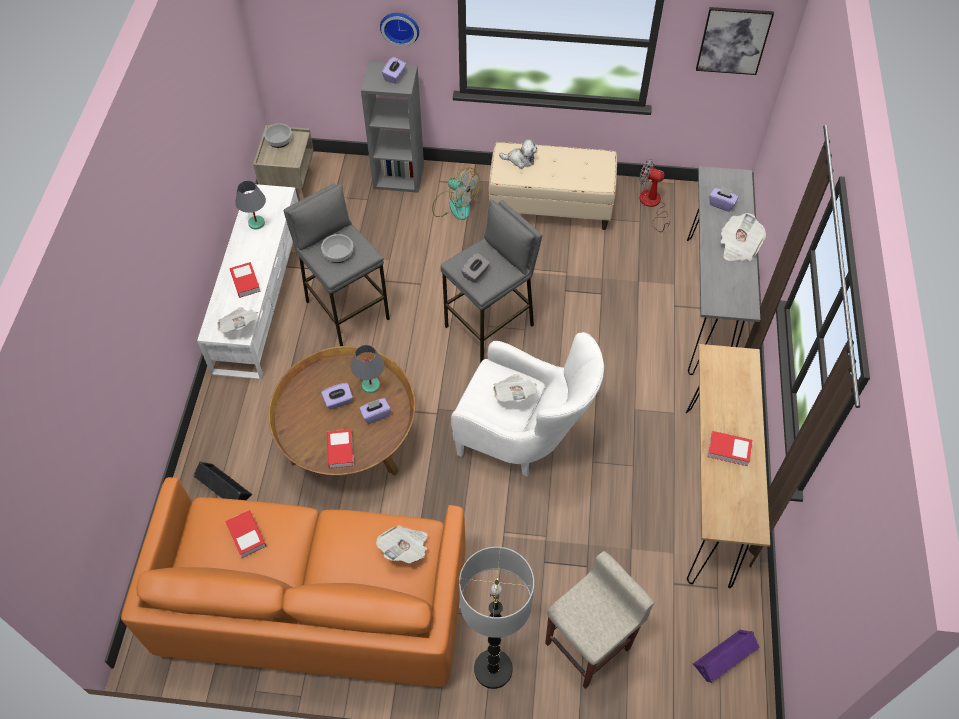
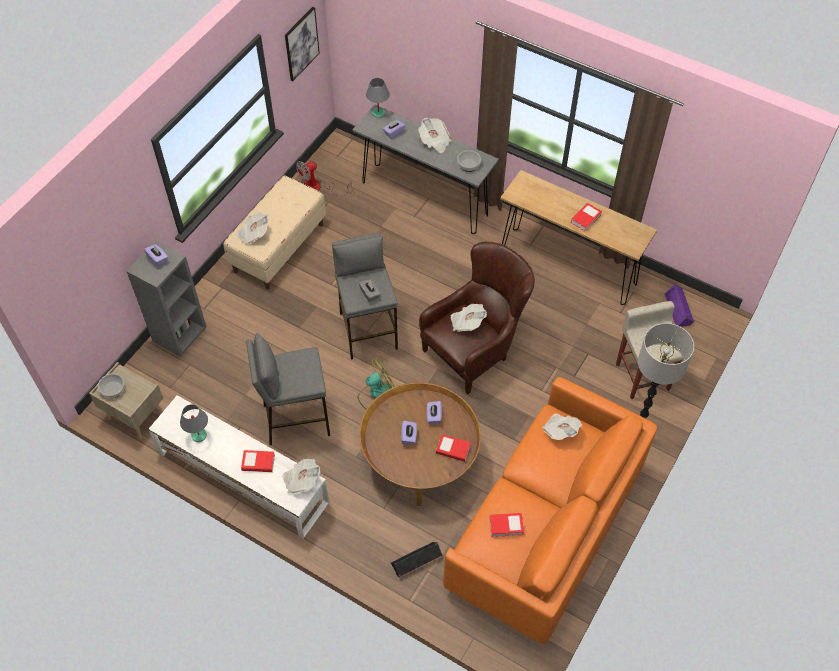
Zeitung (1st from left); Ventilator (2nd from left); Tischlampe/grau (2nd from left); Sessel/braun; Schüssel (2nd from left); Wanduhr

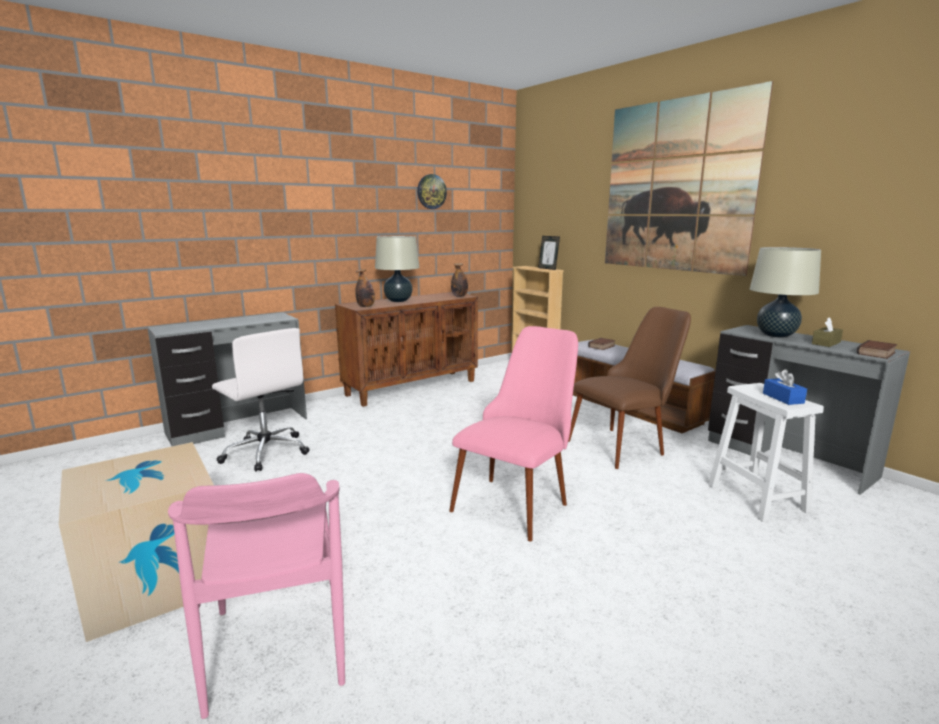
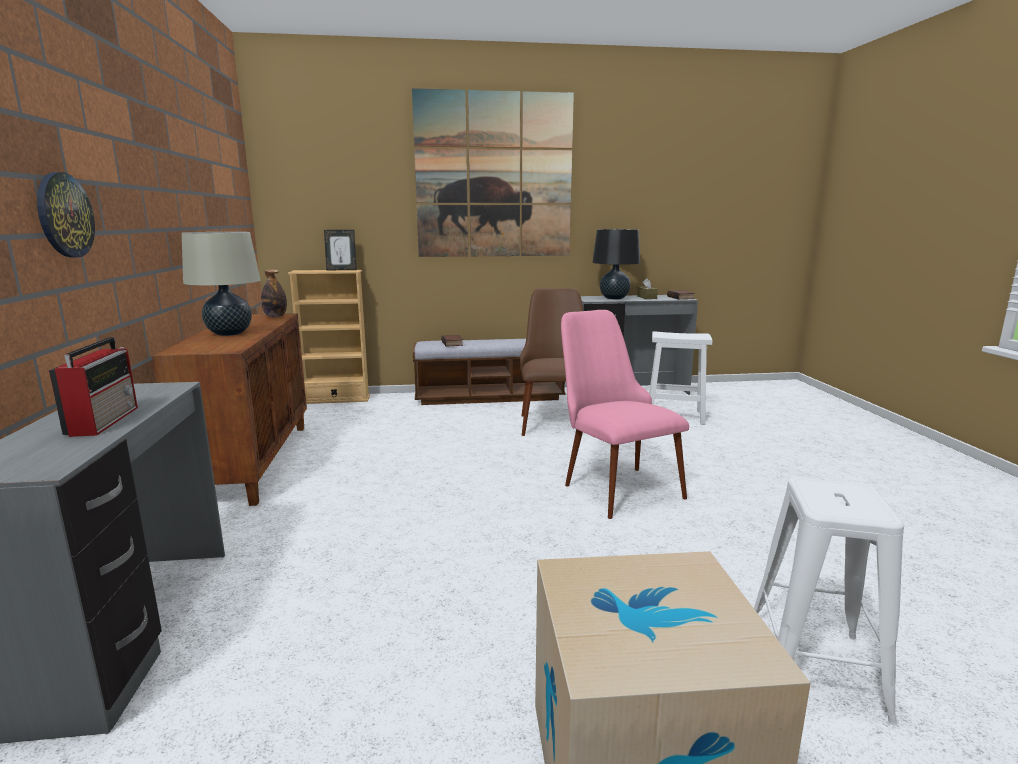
Wanduhr; Radio; Tischlampe/schwarz; Hocker/weiß (2nd from left); Bürostuhl/weiß; Flasche (1st from left in the first image); Taschentuchbox/blau

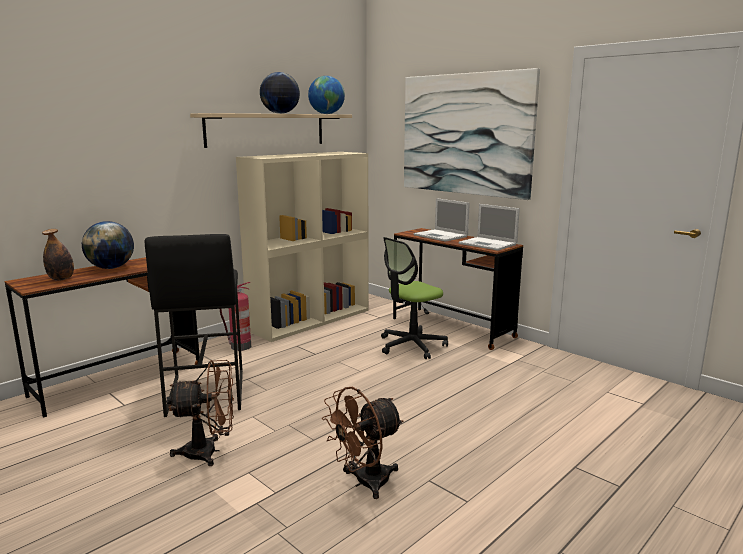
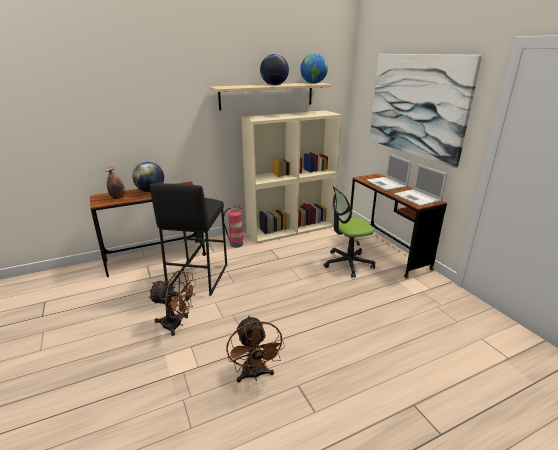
Ventilator/braun (2nd from left)

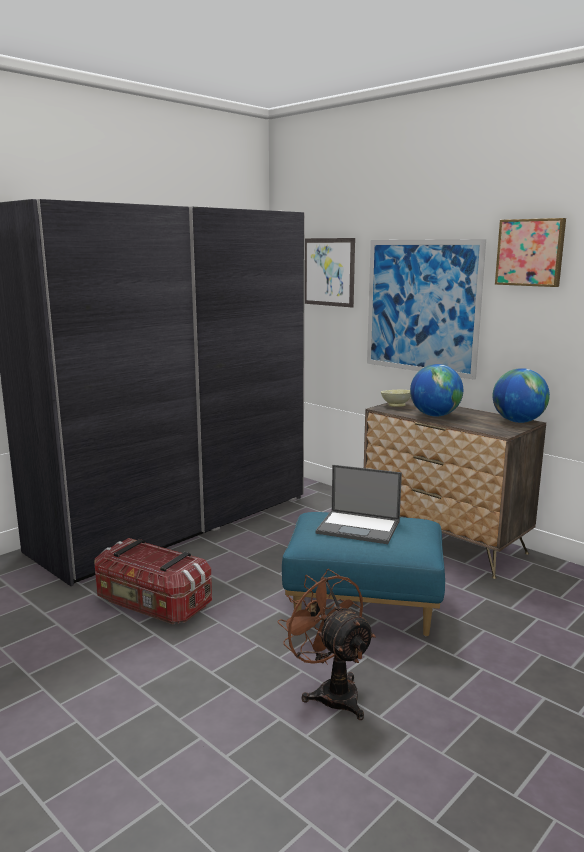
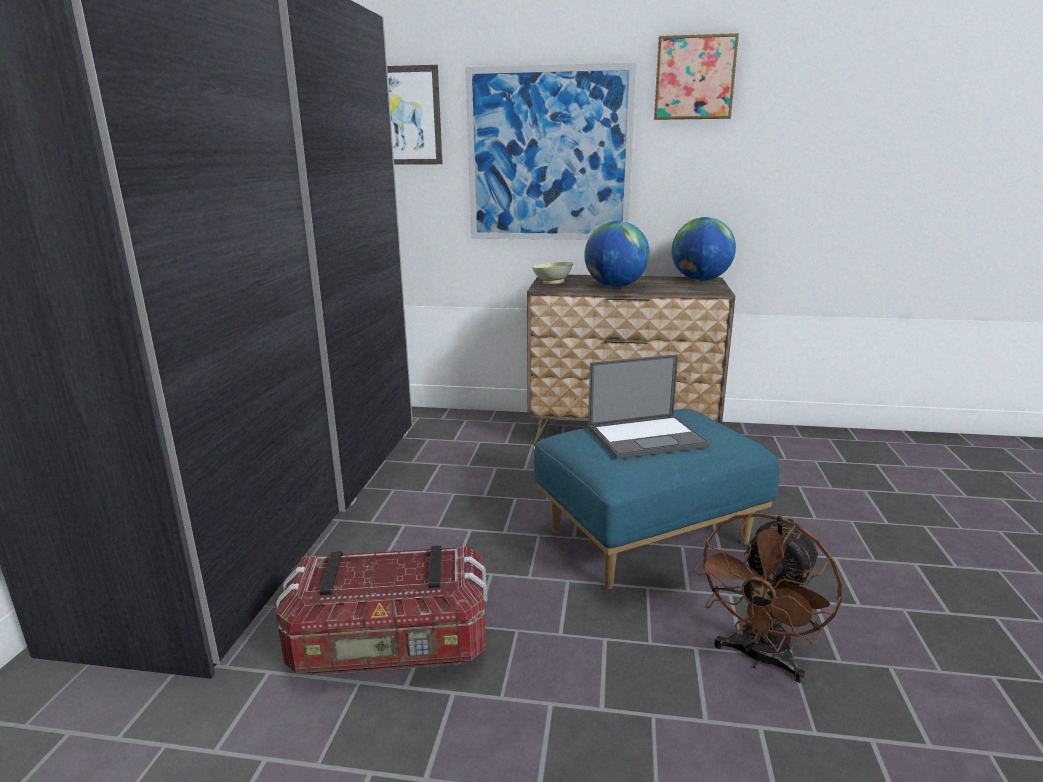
Ventilator/braun

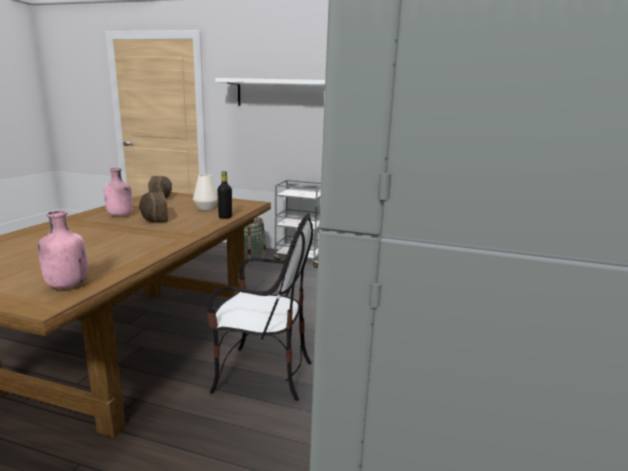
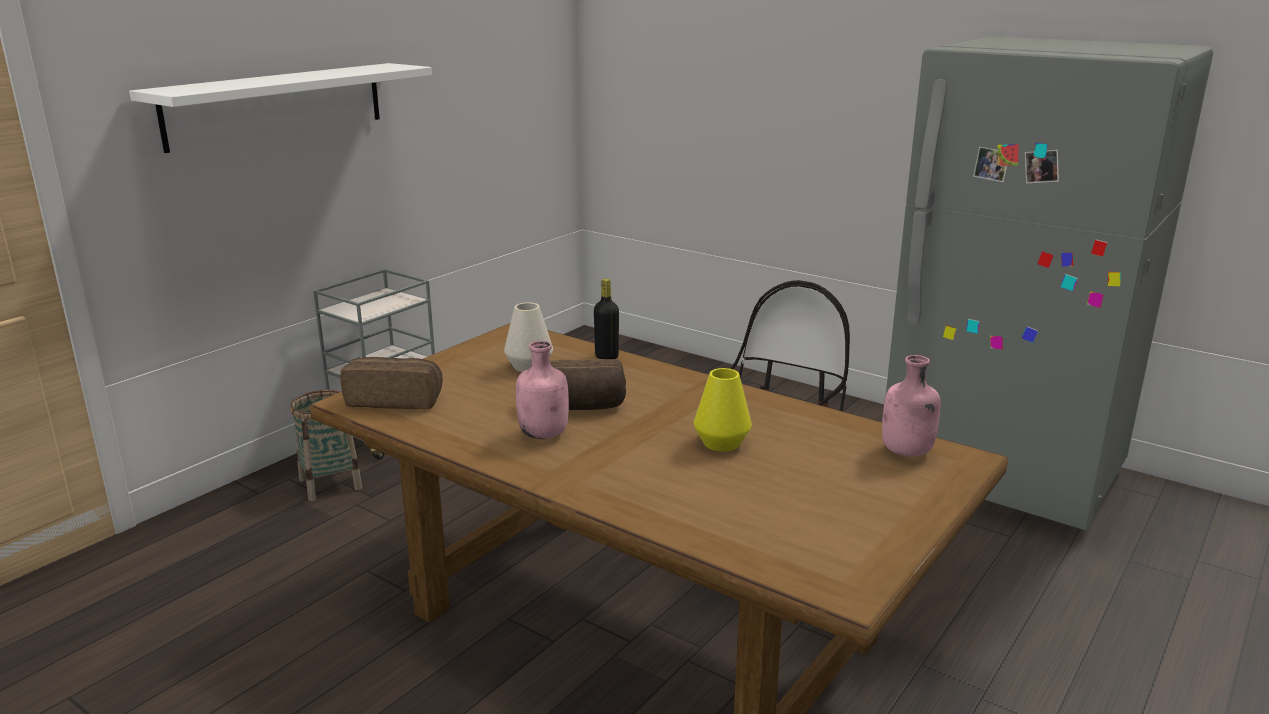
Vase/gelb

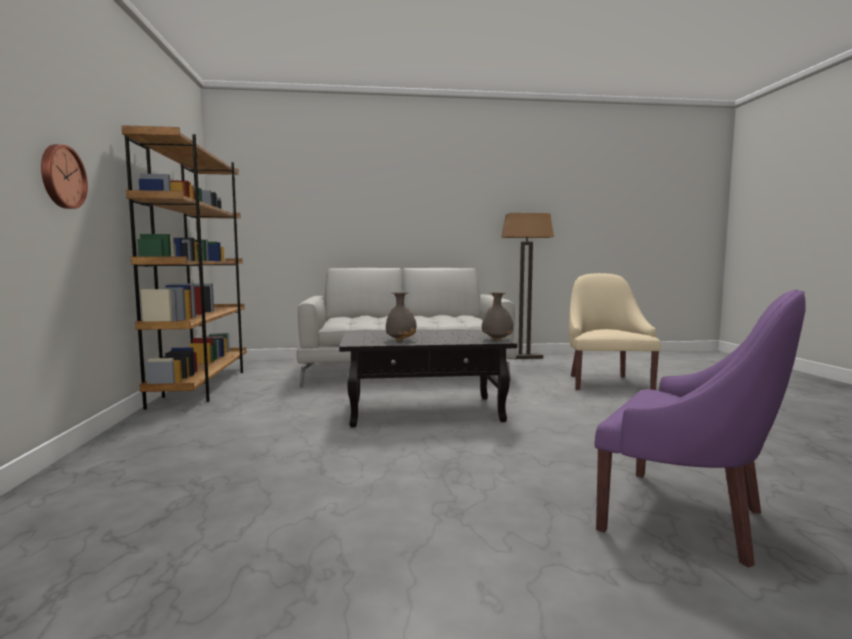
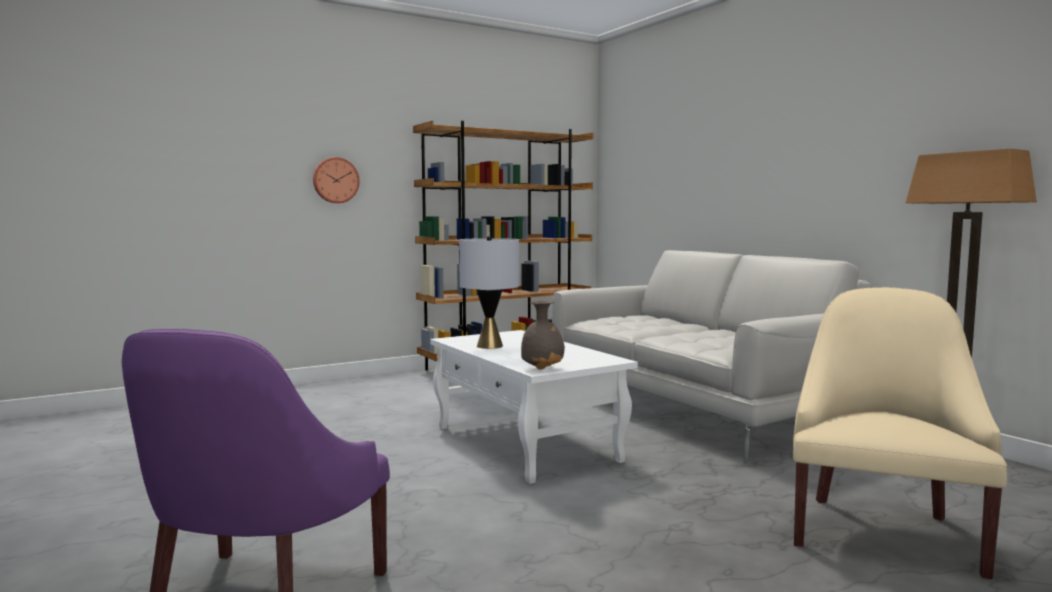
Couchtisch/weiß; Tischlampe/grau; Sessel/beige

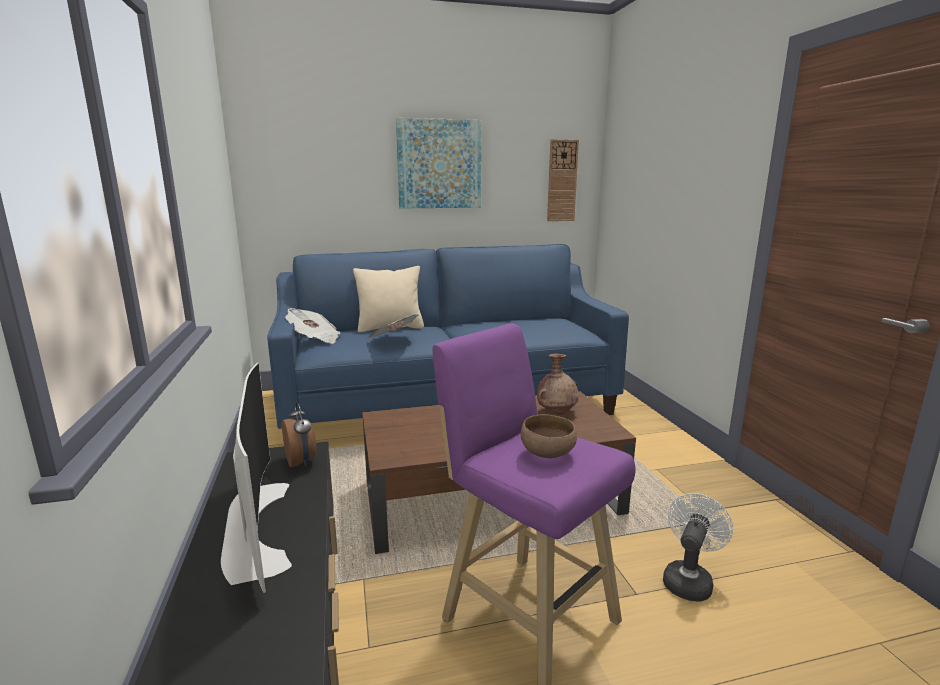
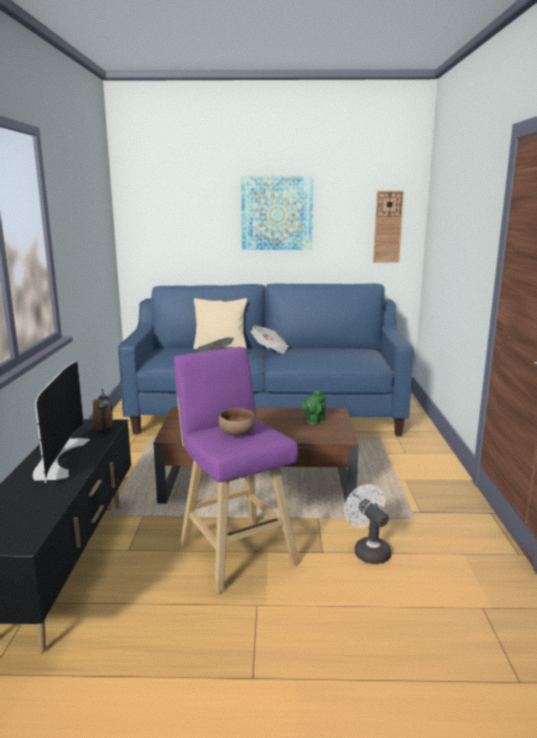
Zeitung (2nd from left); Teekanne/grün; Ventilator/weiß

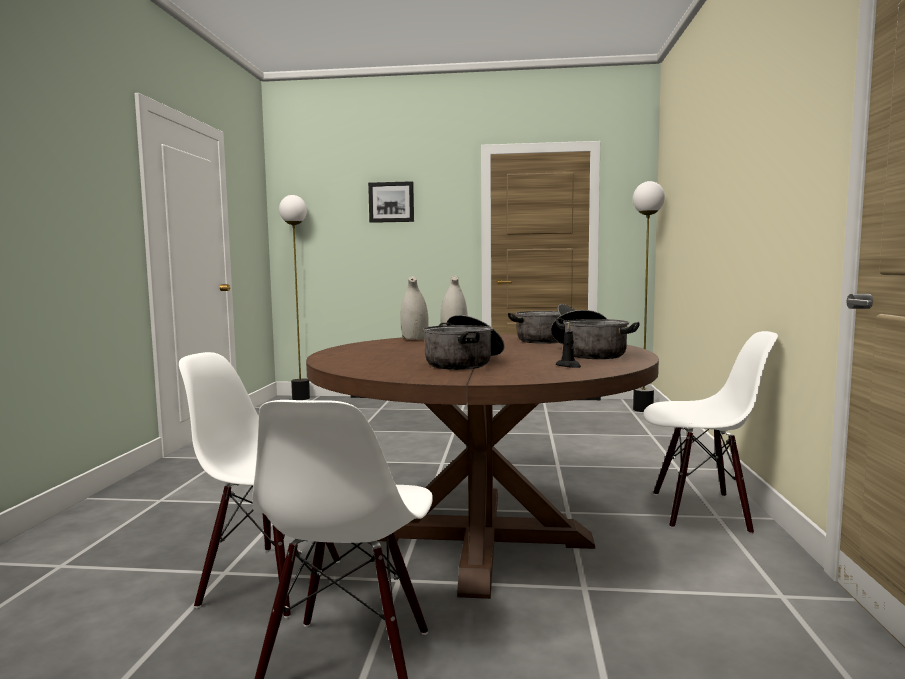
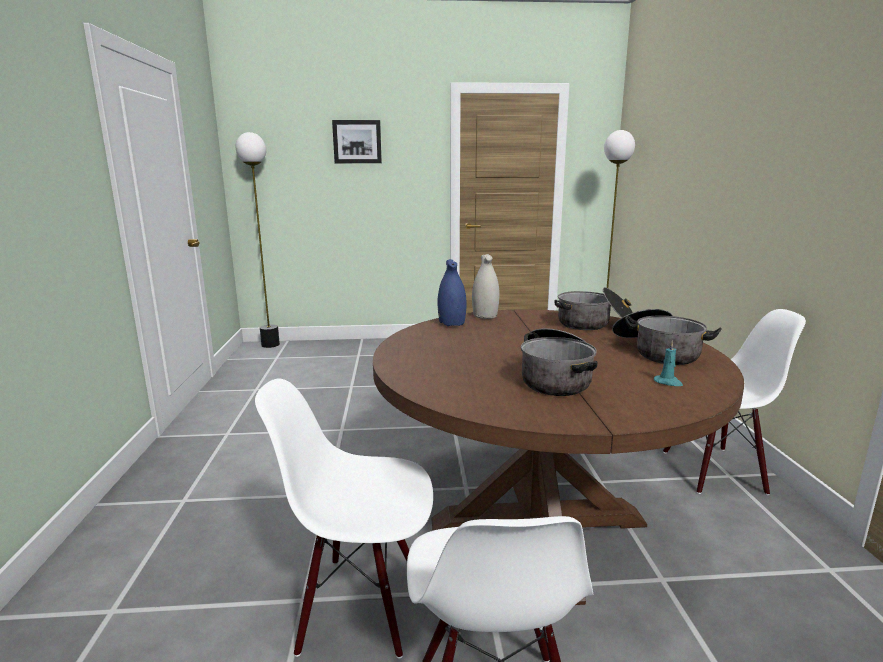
Vase/blau; Kerze/türkis

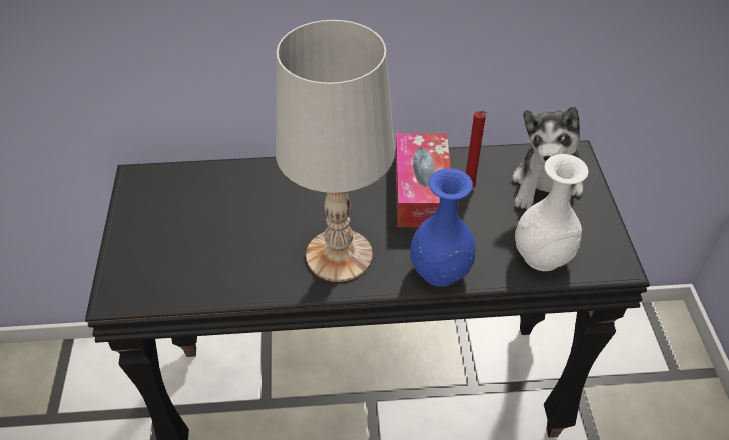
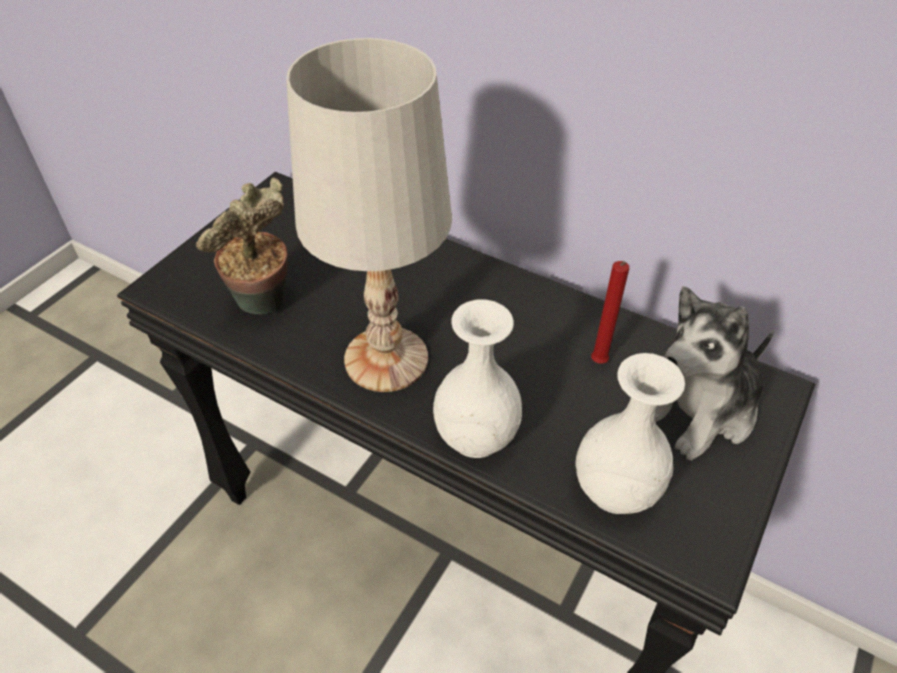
Topfpflanze; Vase/weiß (1st from left); Taschentuchbox

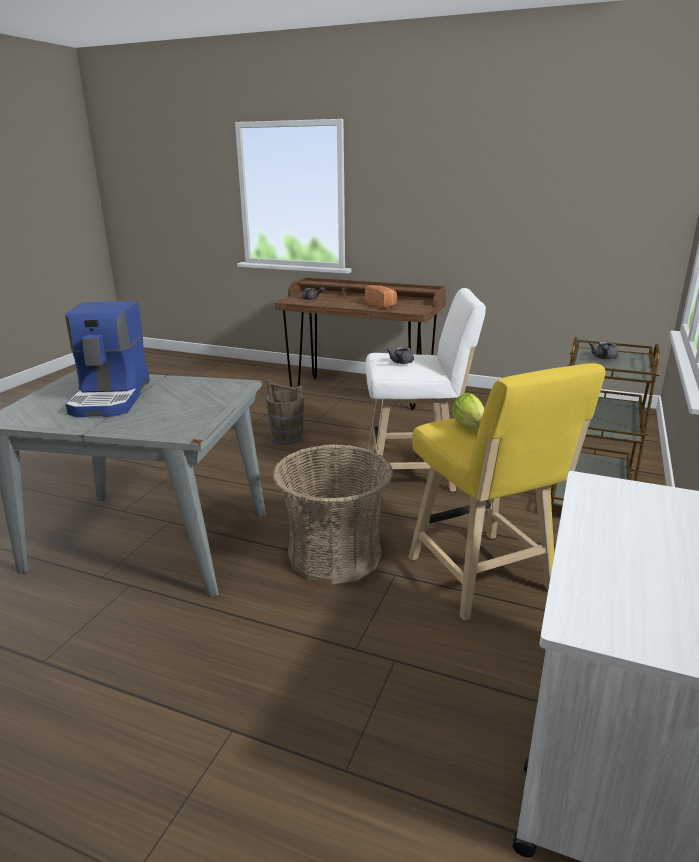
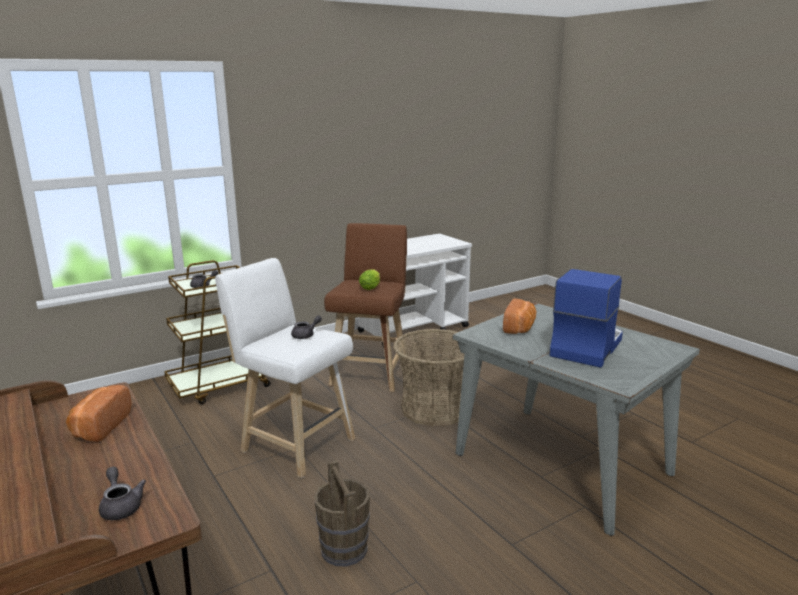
Hocker/braun; Brot (2nd from left)

